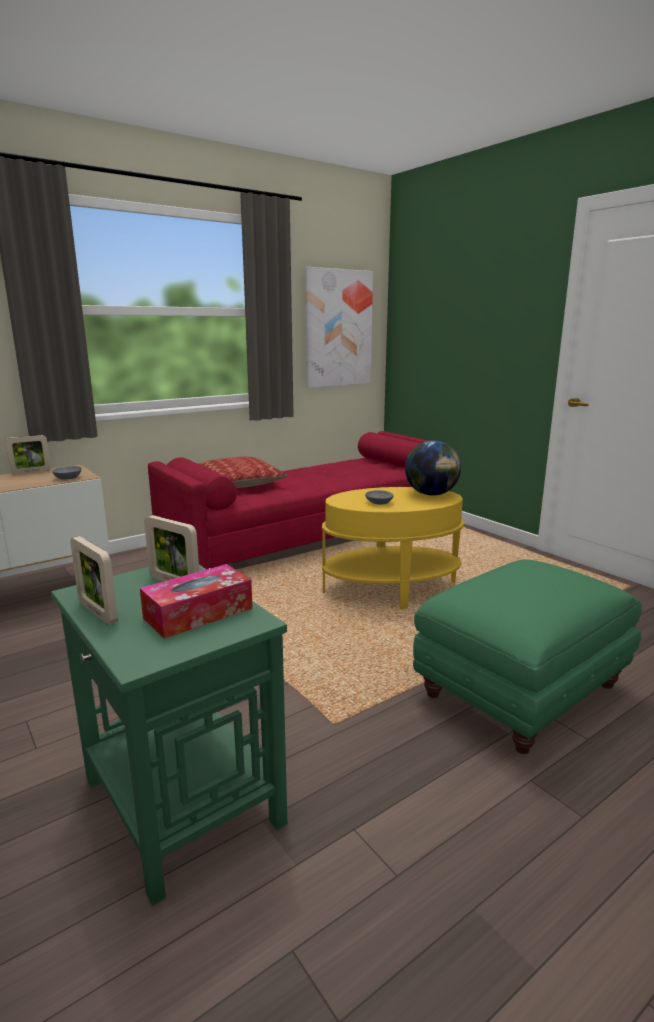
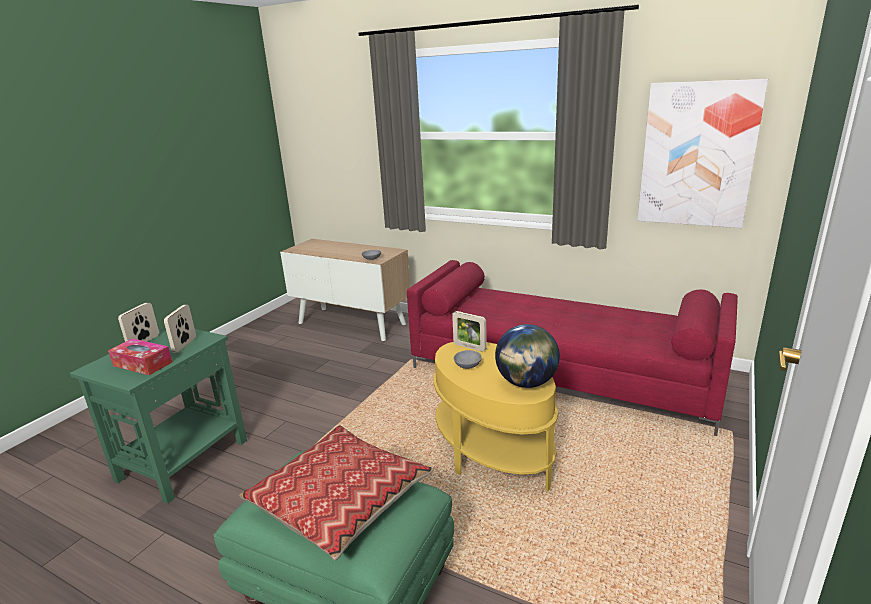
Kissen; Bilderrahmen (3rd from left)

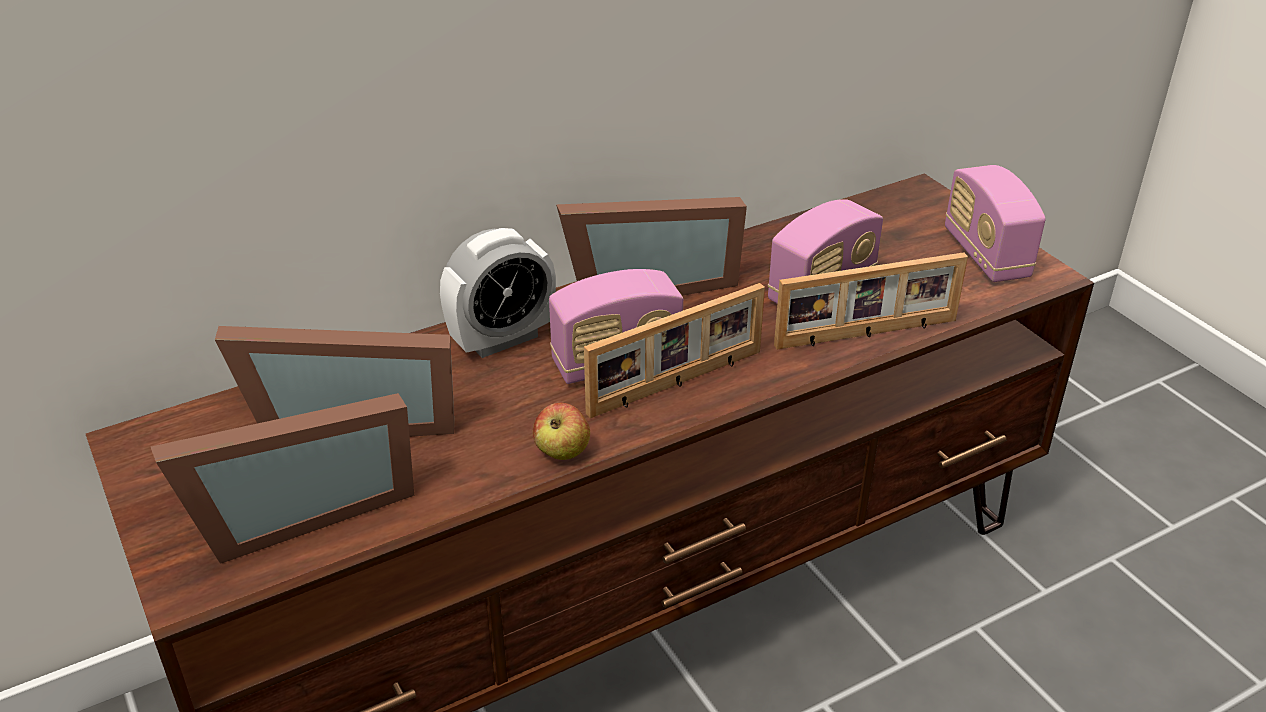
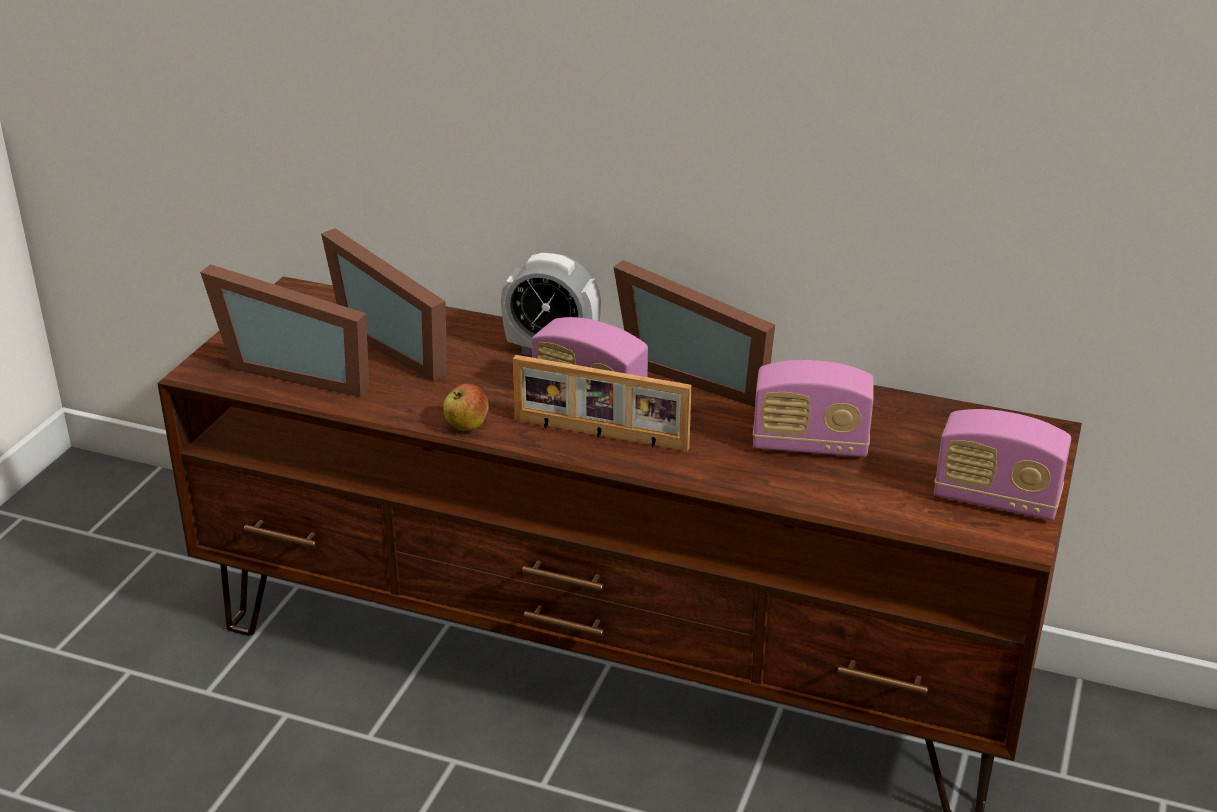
Radio (3rd from left); Bilderrahmen (5th from left in the first image)

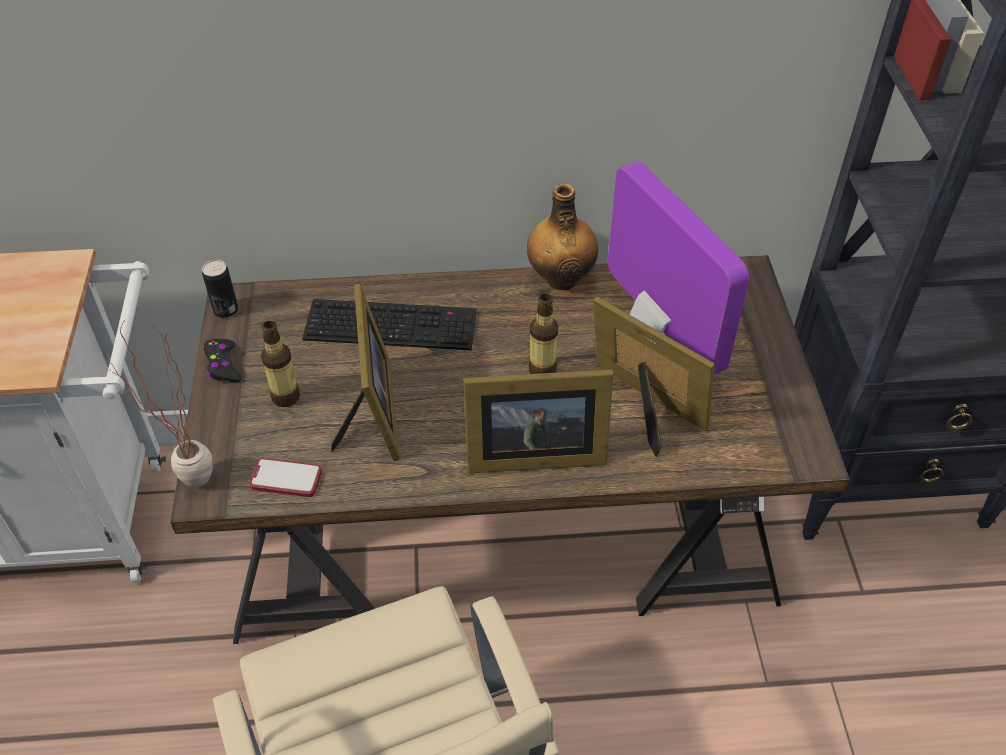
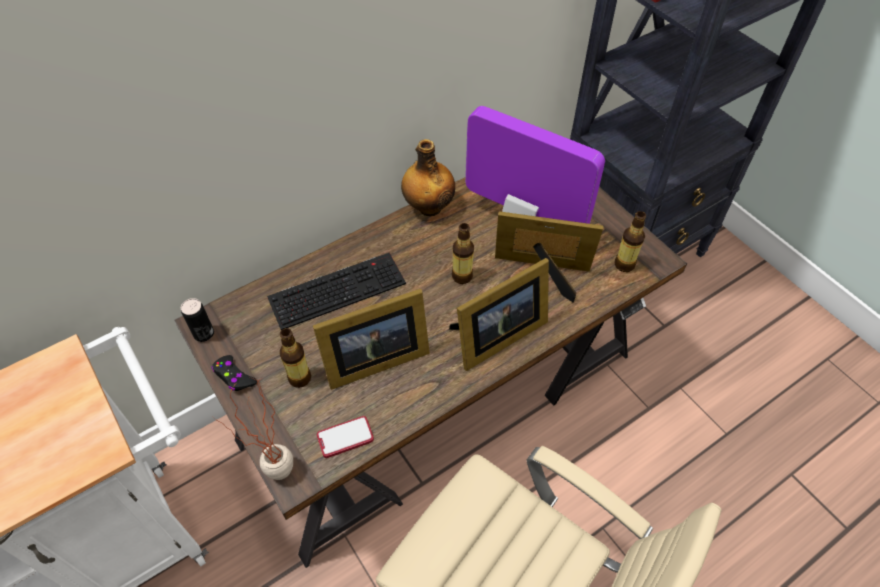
Bilderrahmen (1st from left); Flasche (4th from left)

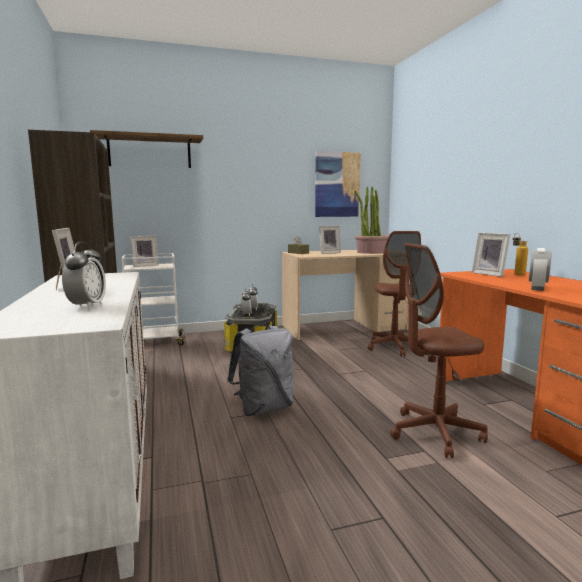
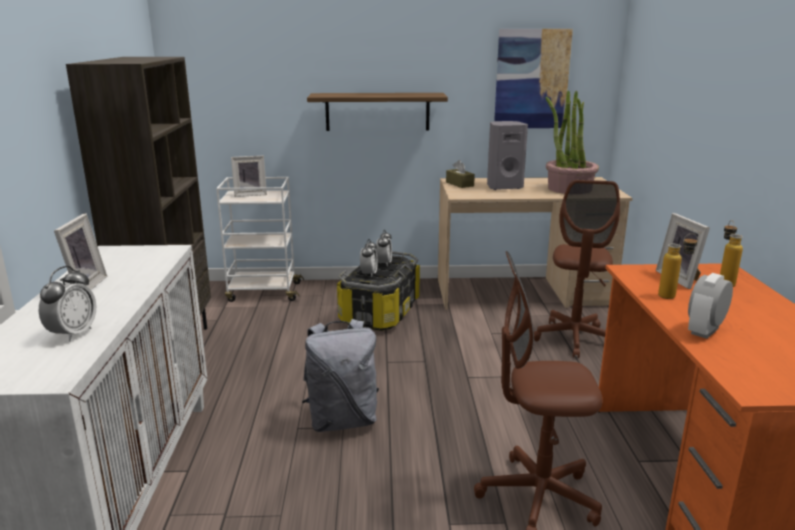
Wandregal; Lautsprecher/grau; Flasche (1st from left)

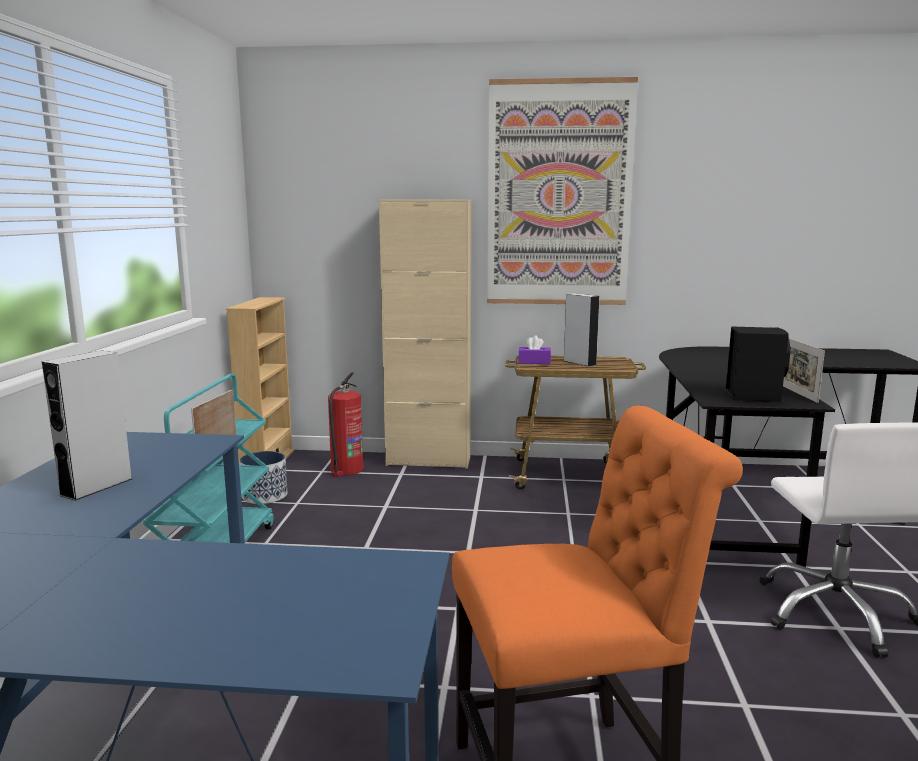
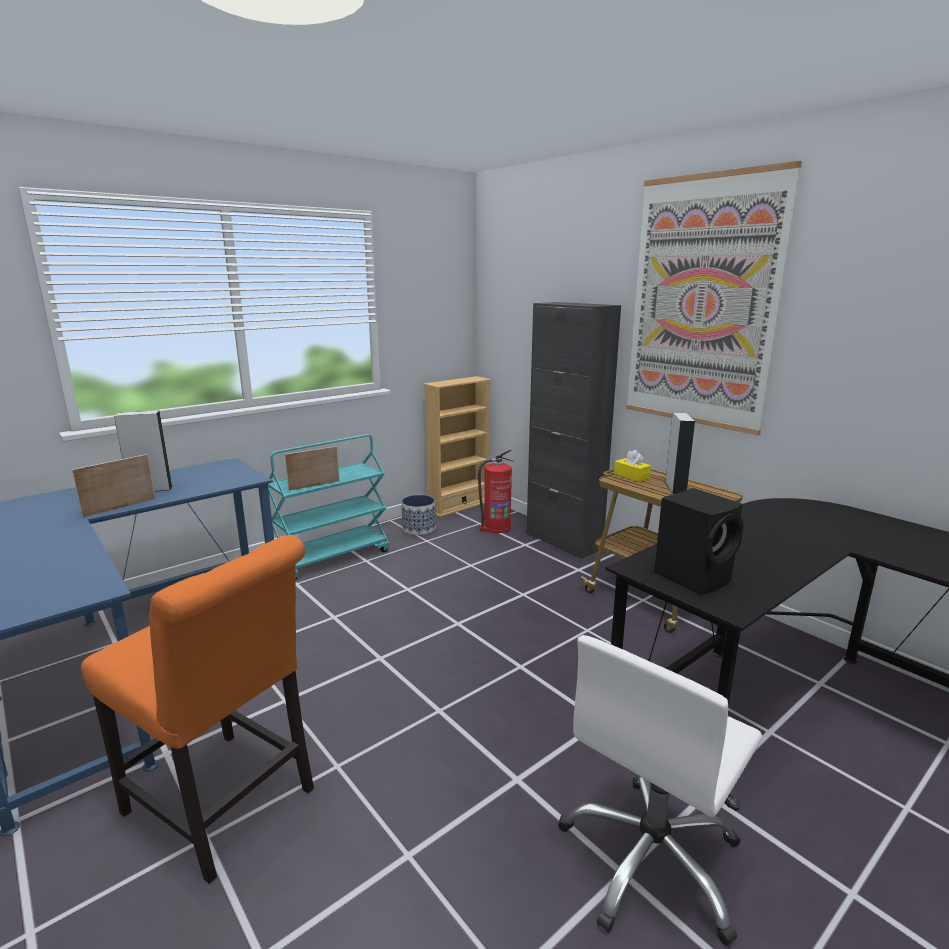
Bilderrahmen (1st from left); Schrank/schwarz; Taschentuchbox/gelb

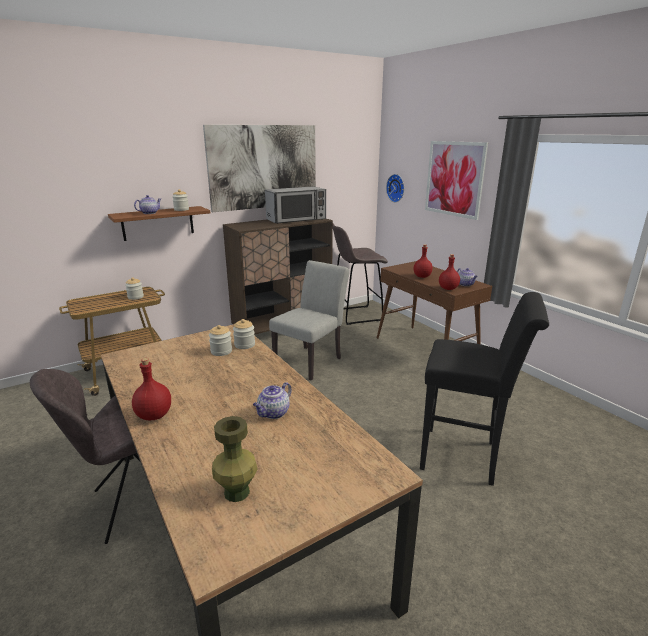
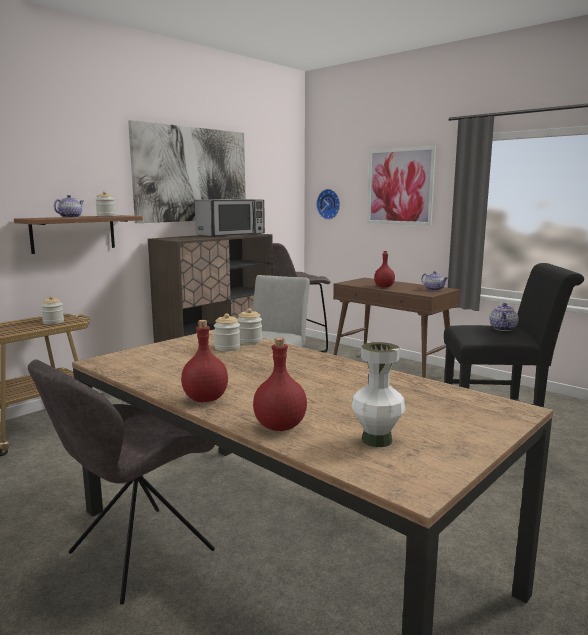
Flasche/rot (2nd from left); Vase/weiß; Teekanne (3rd from left)

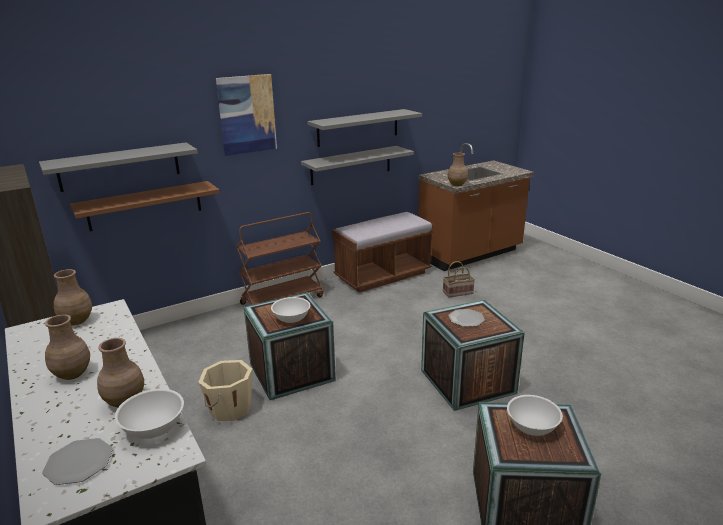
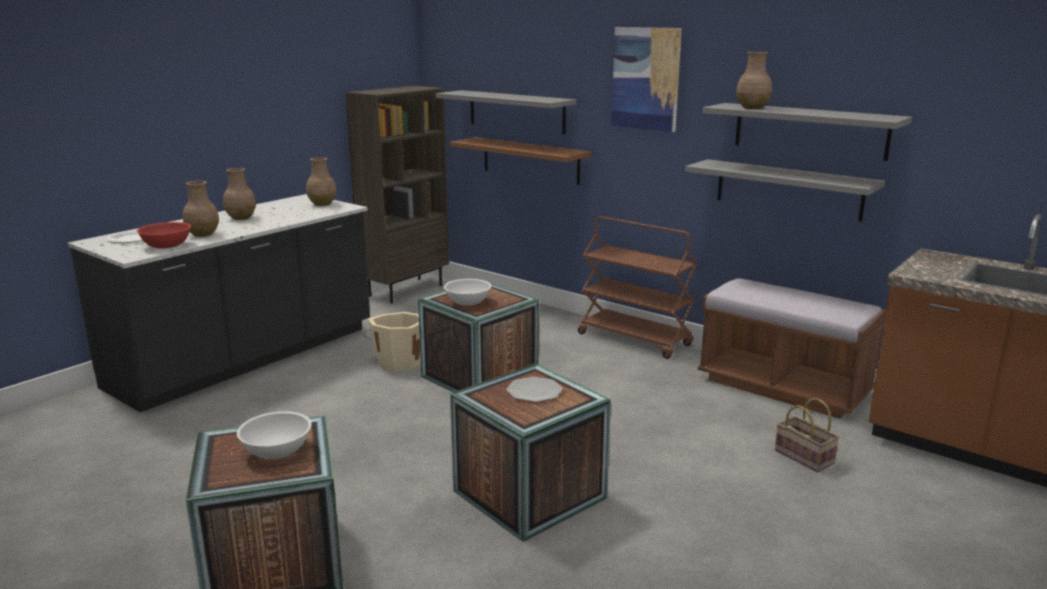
Schüssel/rot; Vase/braun (4th from left)

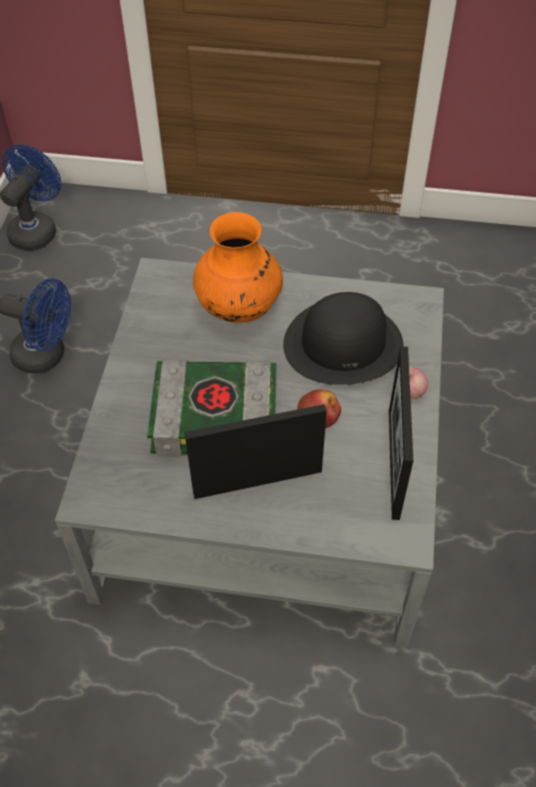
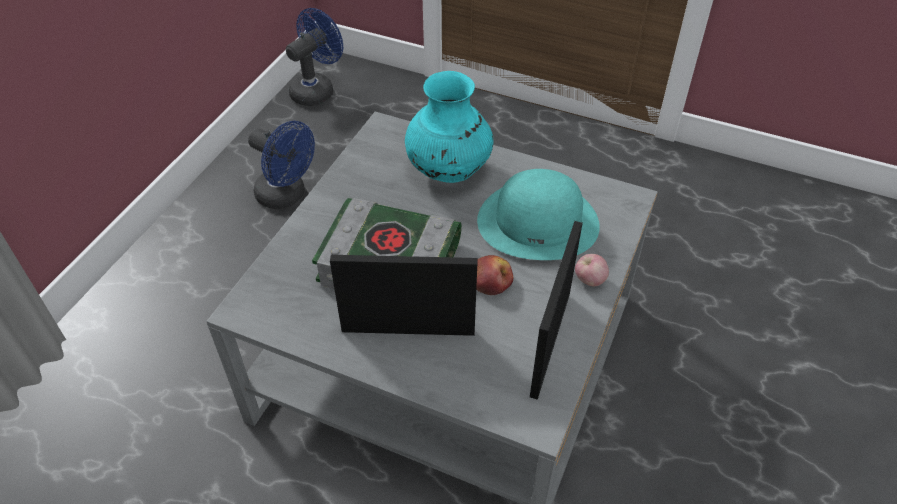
Vase/türkis; Hut/türkis

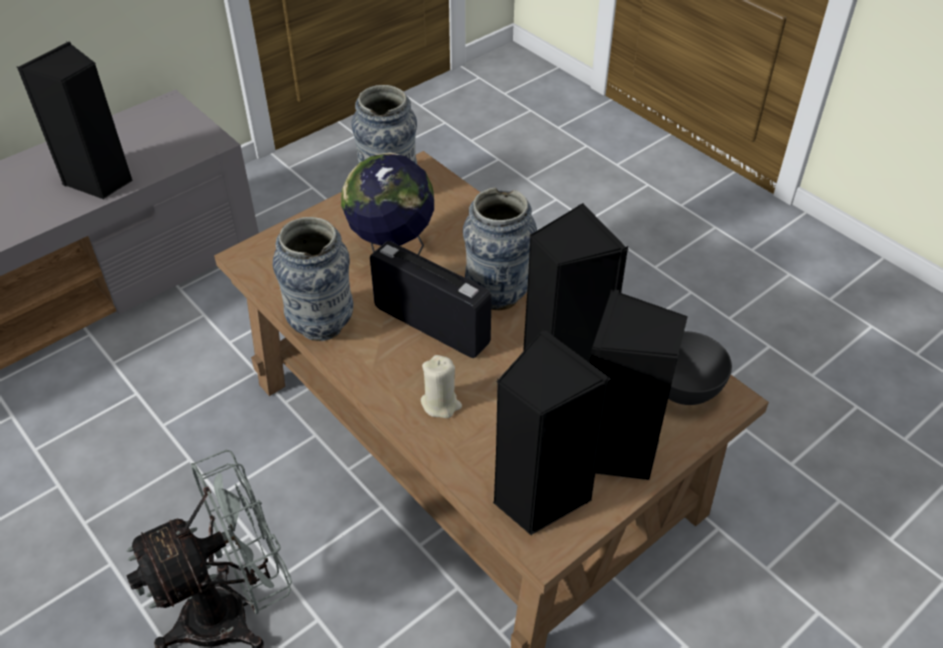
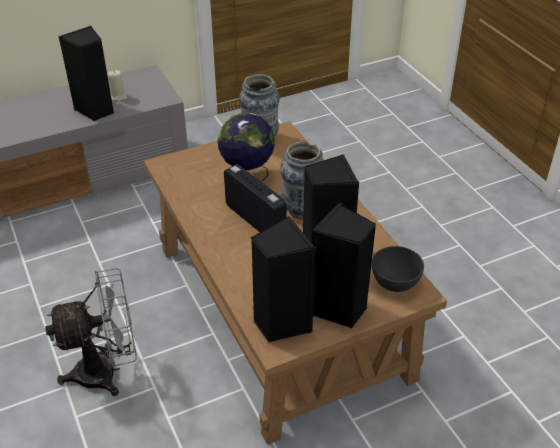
Kerze/beige; Vase (1st from left in the first image)

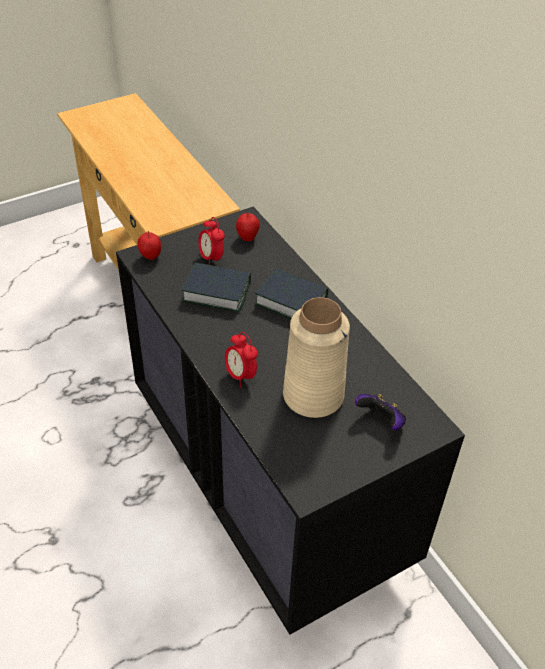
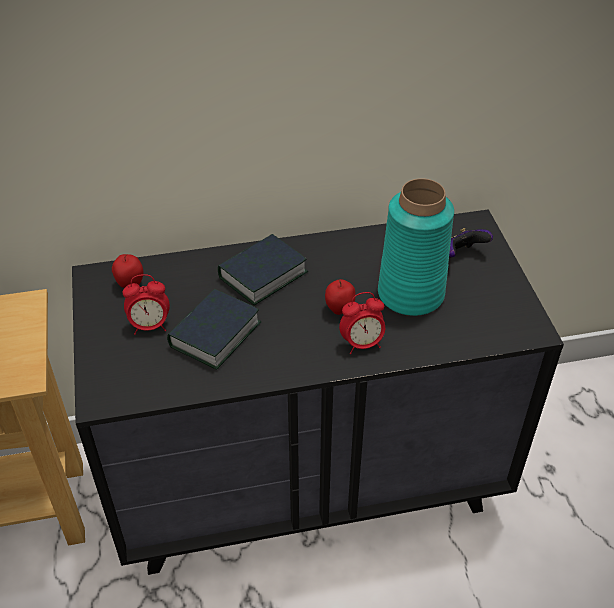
Apfel (2nd from left); Vase/türkis

